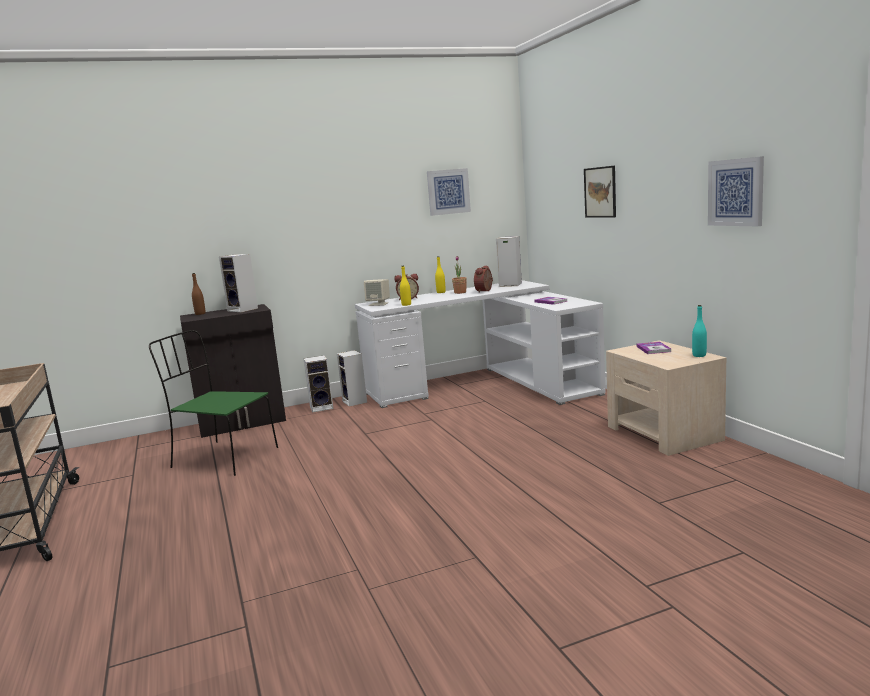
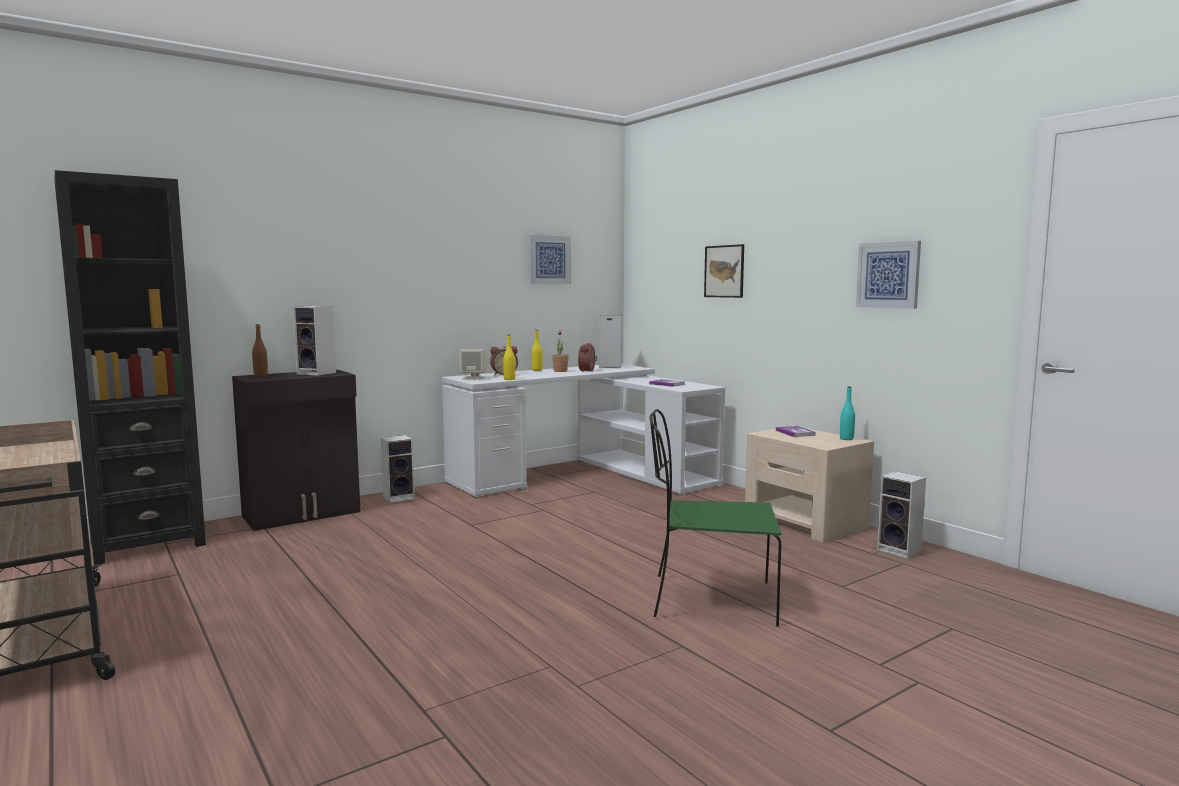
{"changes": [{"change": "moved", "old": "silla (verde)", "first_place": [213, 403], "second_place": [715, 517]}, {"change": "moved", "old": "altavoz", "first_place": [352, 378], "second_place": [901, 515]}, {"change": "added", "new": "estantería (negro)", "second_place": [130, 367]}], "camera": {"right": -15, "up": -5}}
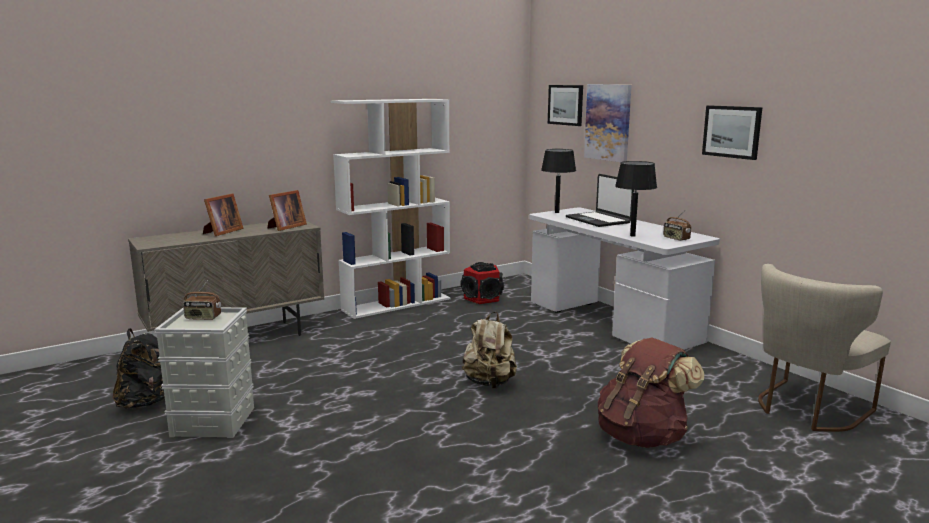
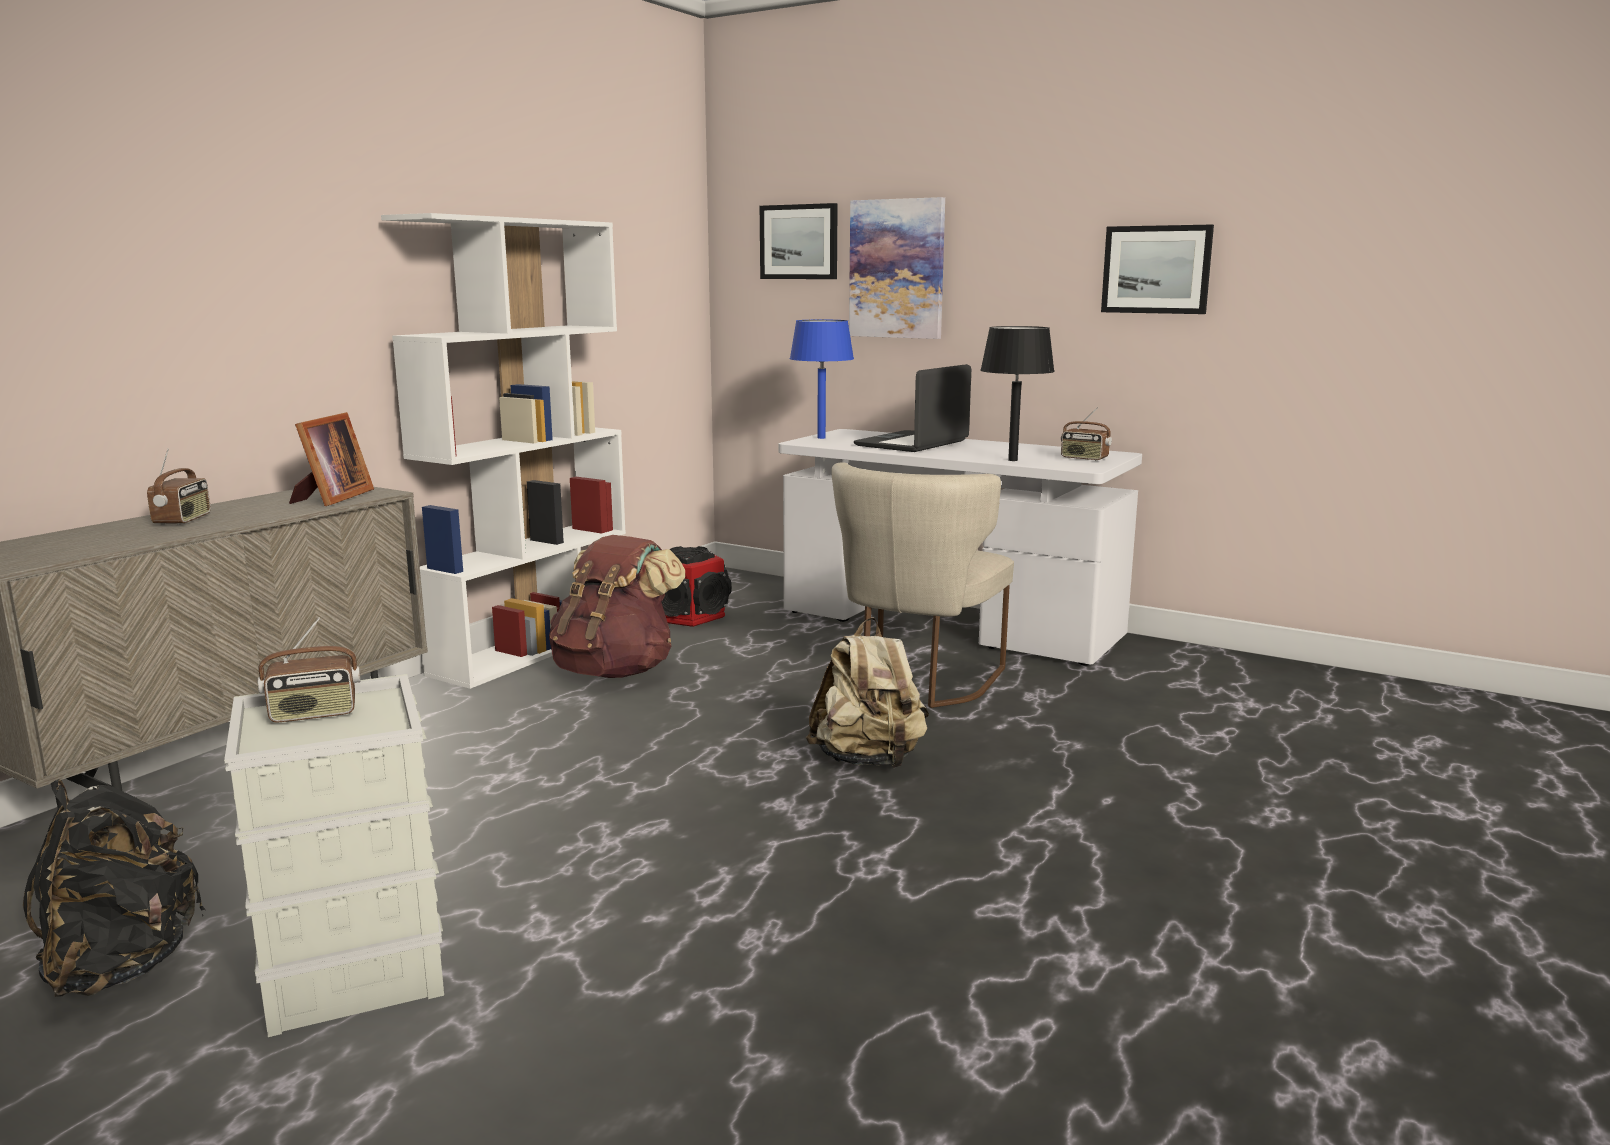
{"changes": [{"change": "recoloured", "old": "lámpara de mesa (negro)", "new": "lámpara de mesa (azul)", "first_place": [558, 181], "second_place": [822, 379]}, {"change": "turned", "old": "portátil", "first_place": [600, 200], "second_place": [912, 408], "degrees": 90}, {"change": "replaced", "old": "portarretratos", "new": "radio", "first_place": [223, 214], "second_place": [179, 486]}, {"change": "moved", "old": "silla (beis)", "first_place": [824, 348], "second_place": [923, 585]}, {"change": "moved", "old": "mochila (marrón)", "first_place": [651, 392], "second_place": [617, 606]}], "camera": {"right": -25, "up": 0}}
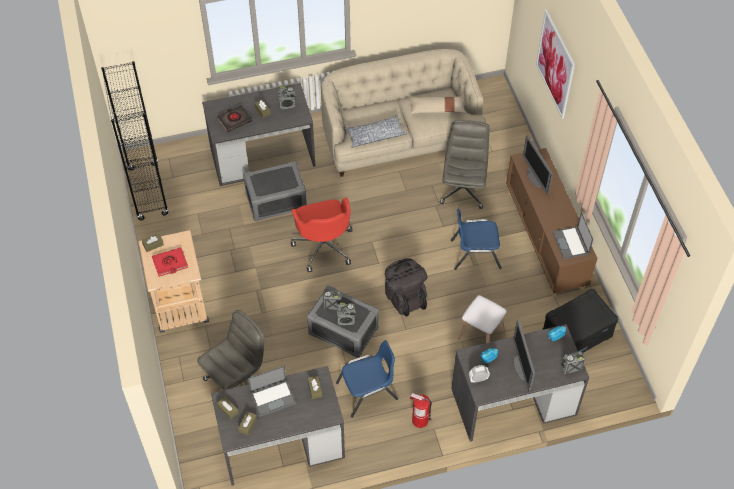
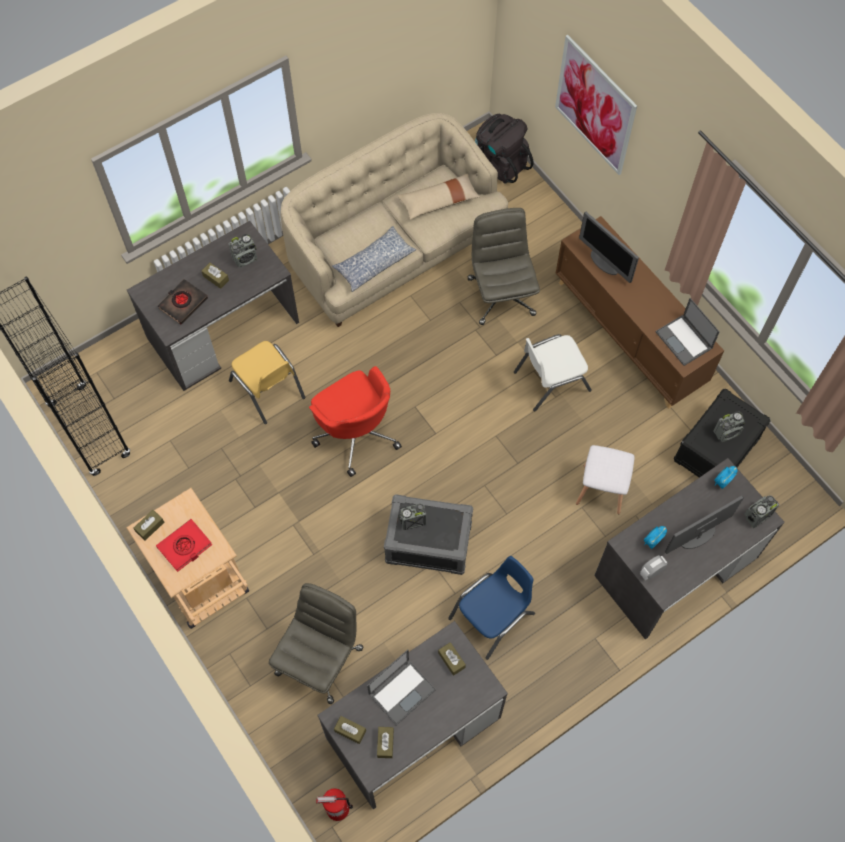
{"changes": [{"change": "replaced", "old": "caja de almacenaje (gris)", "new": "silla (amarillo)", "first_place": [275, 191], "second_place": [267, 382]}, {"change": "recoloured", "old": "silla (azul)", "new": "silla (blanco)", "first_place": [476, 239], "second_place": [553, 372]}, {"change": "moved", "old": "mochila (negro)", "first_place": [406, 287], "second_place": [504, 149]}, {"change": "moved", "old": "radio", "first_place": [346, 314], "second_place": [729, 426]}, {"change": "turned", "old": "monitor", "first_place": [524, 355], "second_place": [704, 525], "degrees": 90}, {"change": "moved", "old": "extintor", "first_place": [421, 410], "second_place": [334, 804]}], "camera": {"right": -20, "up": 10}}
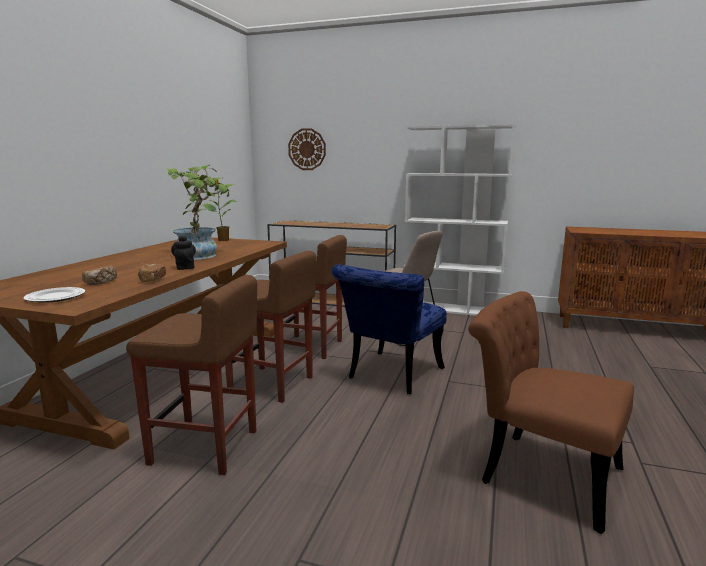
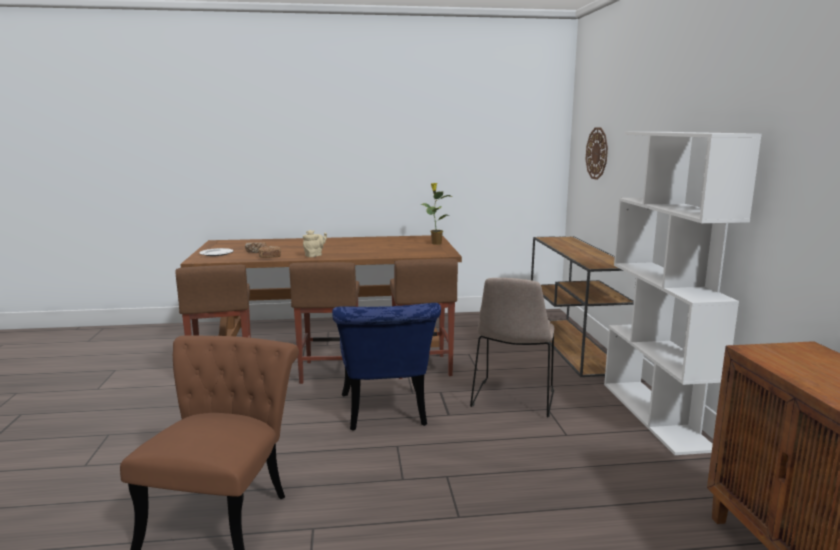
{"changes": [{"change": "removed", "old": "planta en maceta", "first_place": [201, 212]}, {"change": "recoloured", "old": "tetera (negro)", "new": "tetera (beis)", "first_place": [183, 252], "second_place": [315, 243]}, {"change": "turned", "old": "silla (azul)", "first_place": [389, 329], "second_place": [386, 367], "degrees": -105}], "camera": {"right": 65, "up": 0}}
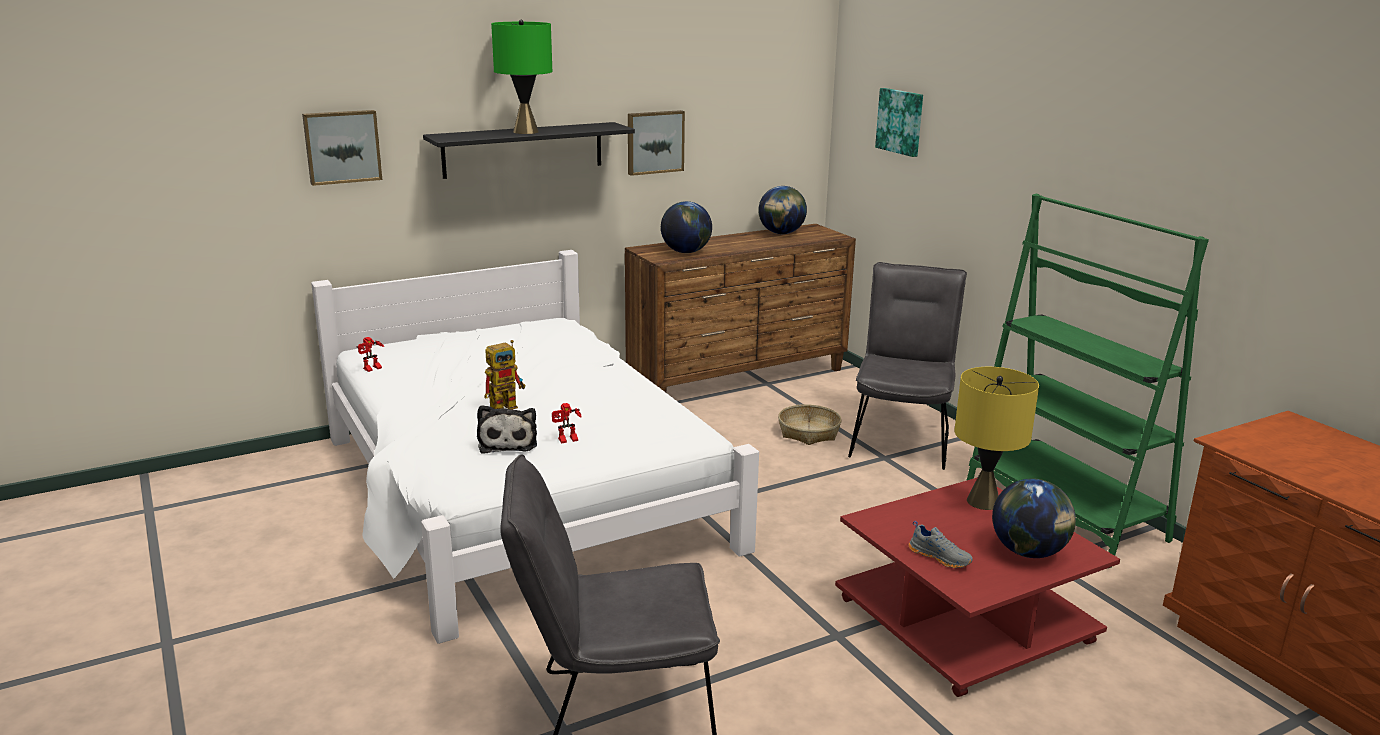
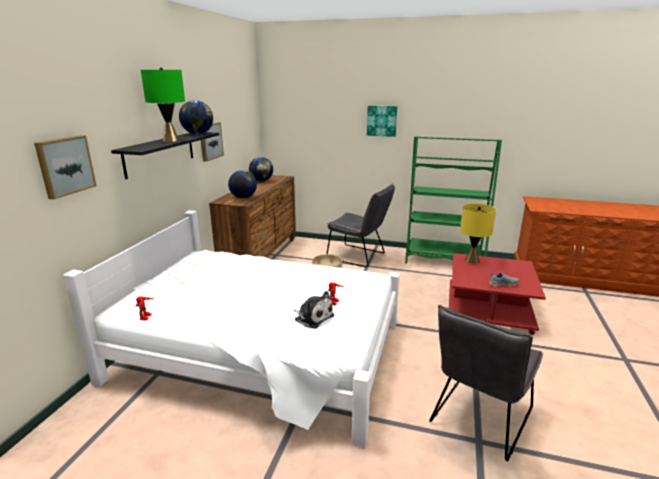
{"changes": [{"change": "moved", "old": "cuadro", "first_place": [899, 122], "second_place": [382, 121]}, {"change": "turned", "old": "silla (gris)", "first_place": [907, 366], "second_place": [361, 226], "degrees": 150}, {"change": "removed", "old": "robot de juguete", "first_place": [504, 374]}, {"change": "moved", "old": "globo terráqueo", "first_place": [1034, 518], "second_place": [196, 117]}], "camera": {"right": -45, "up": 0}}
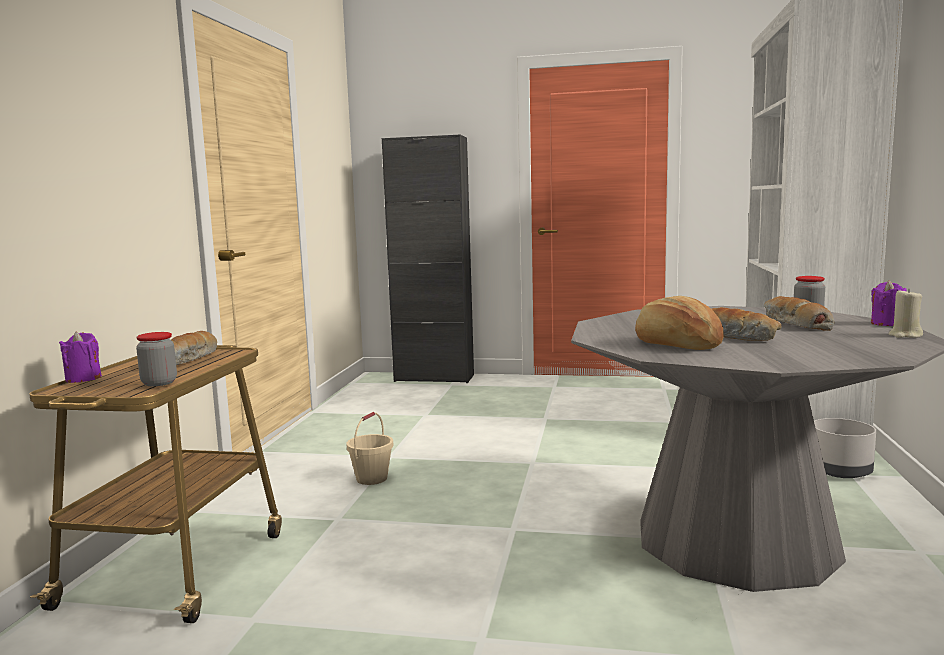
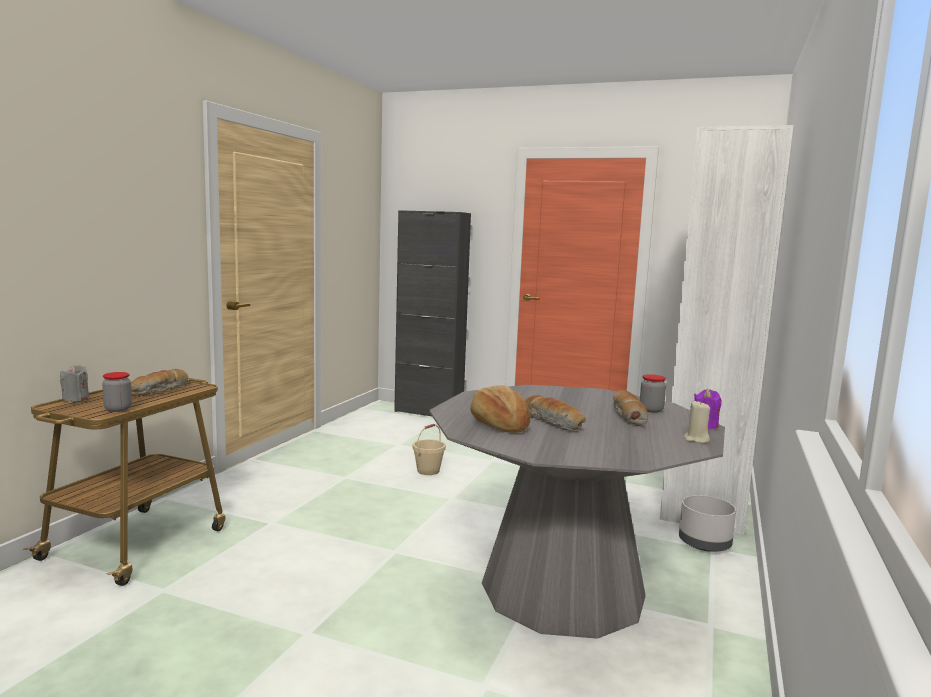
{"changes": [{"change": "recoloured", "old": "vela (morado)", "new": "vela (gris)", "first_place": [80, 357], "second_place": [74, 383]}, {"change": "moved", "old": "cubo (beis)", "first_place": [369, 448], "second_place": [429, 449]}], "camera": {"right": 10, "up": 0}}
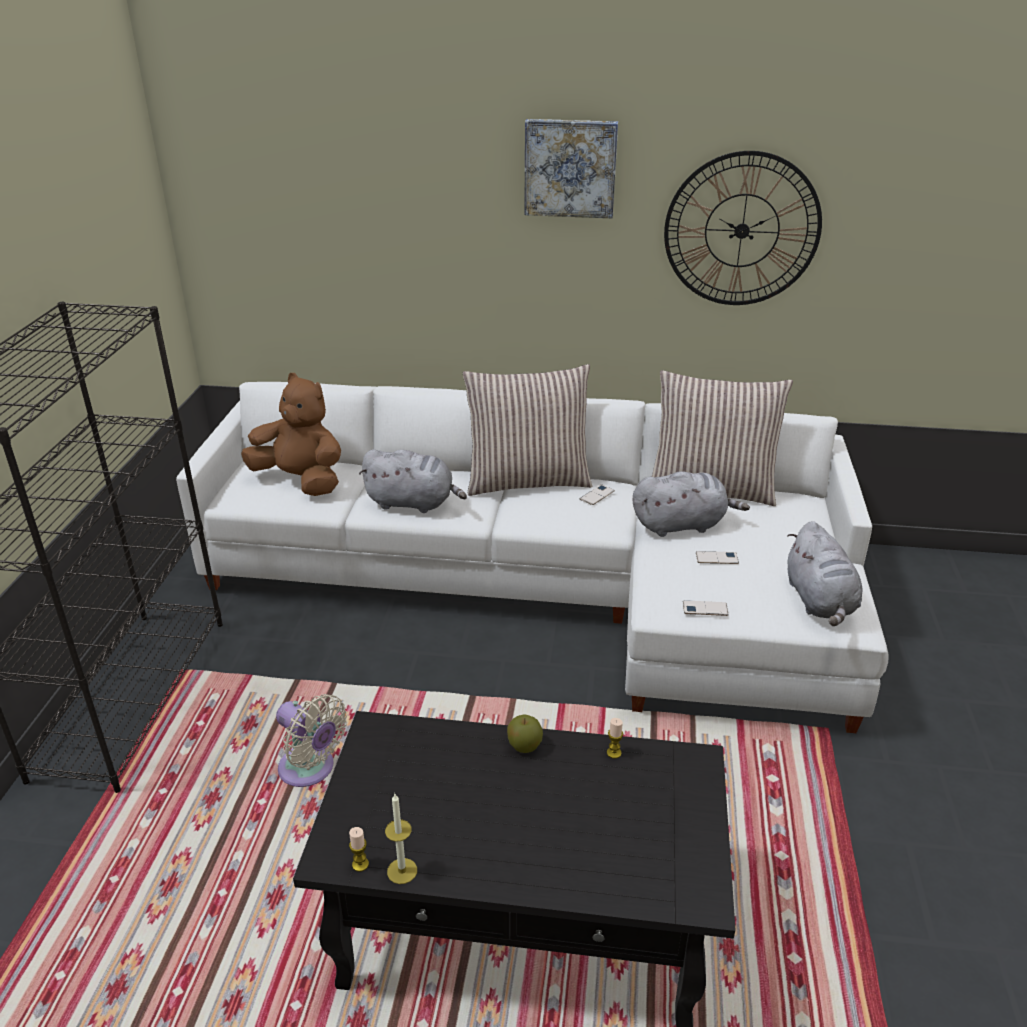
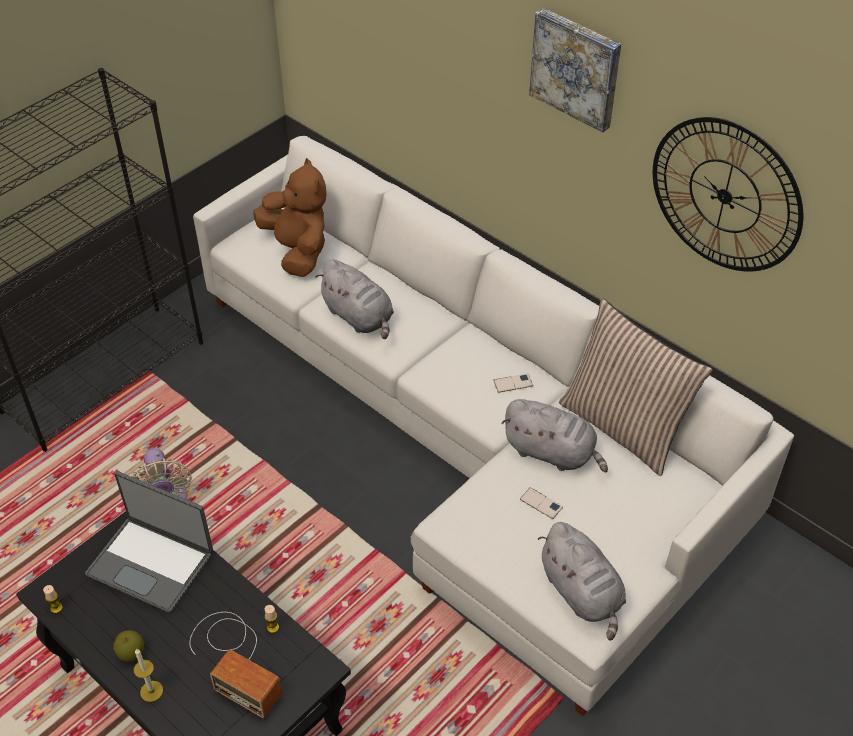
{"changes": [{"change": "removed", "old": "cojín", "first_place": [527, 430]}, {"change": "turned", "old": "peluche (gris)", "first_place": [825, 573], "second_place": [582, 581], "degrees": -60}, {"change": "removed", "old": "móvil", "first_place": [706, 608]}, {"change": "moved", "old": "manzana", "first_place": [525, 733], "second_place": [128, 646]}, {"change": "moved", "old": "vela", "first_place": [401, 839], "second_place": [148, 675]}, {"change": "added", "new": "portátil", "second_place": [149, 542]}, {"change": "added", "new": "radio", "second_place": [235, 665]}], "camera": {"right": 35, "up": 15}}
